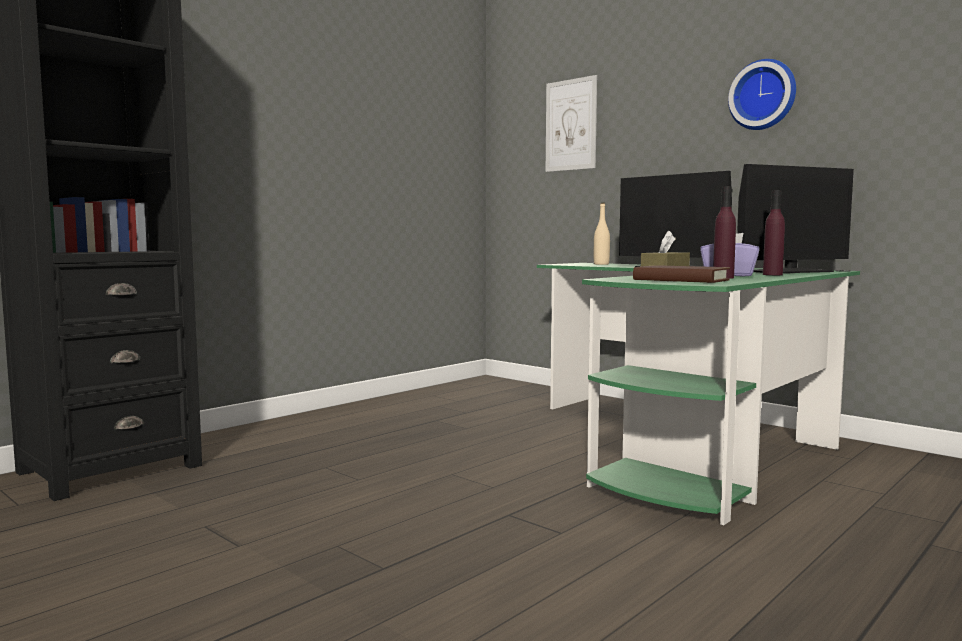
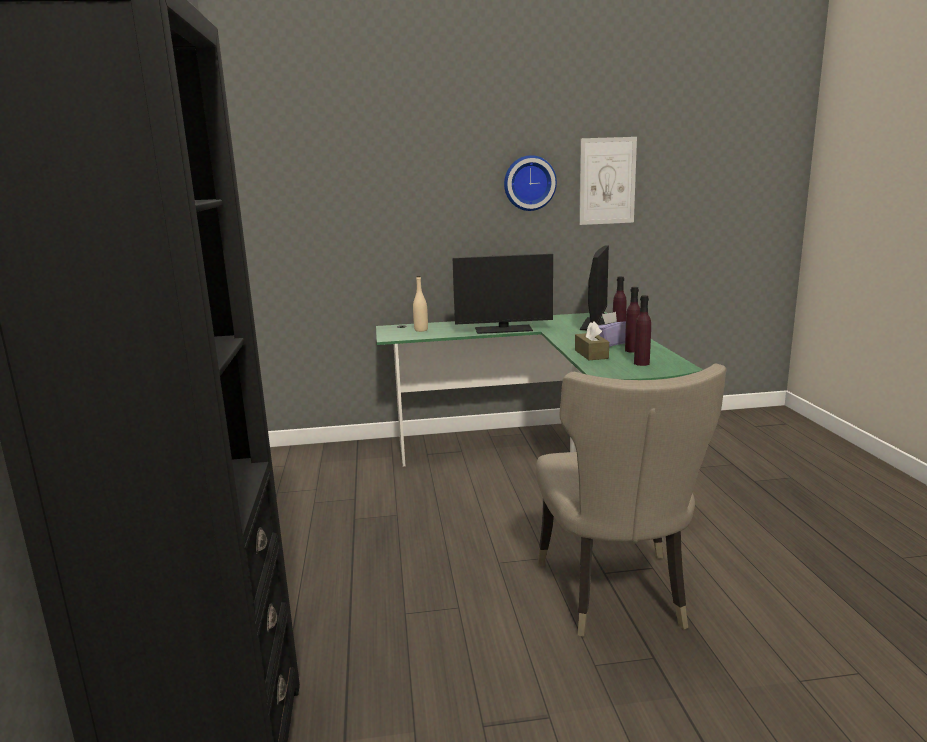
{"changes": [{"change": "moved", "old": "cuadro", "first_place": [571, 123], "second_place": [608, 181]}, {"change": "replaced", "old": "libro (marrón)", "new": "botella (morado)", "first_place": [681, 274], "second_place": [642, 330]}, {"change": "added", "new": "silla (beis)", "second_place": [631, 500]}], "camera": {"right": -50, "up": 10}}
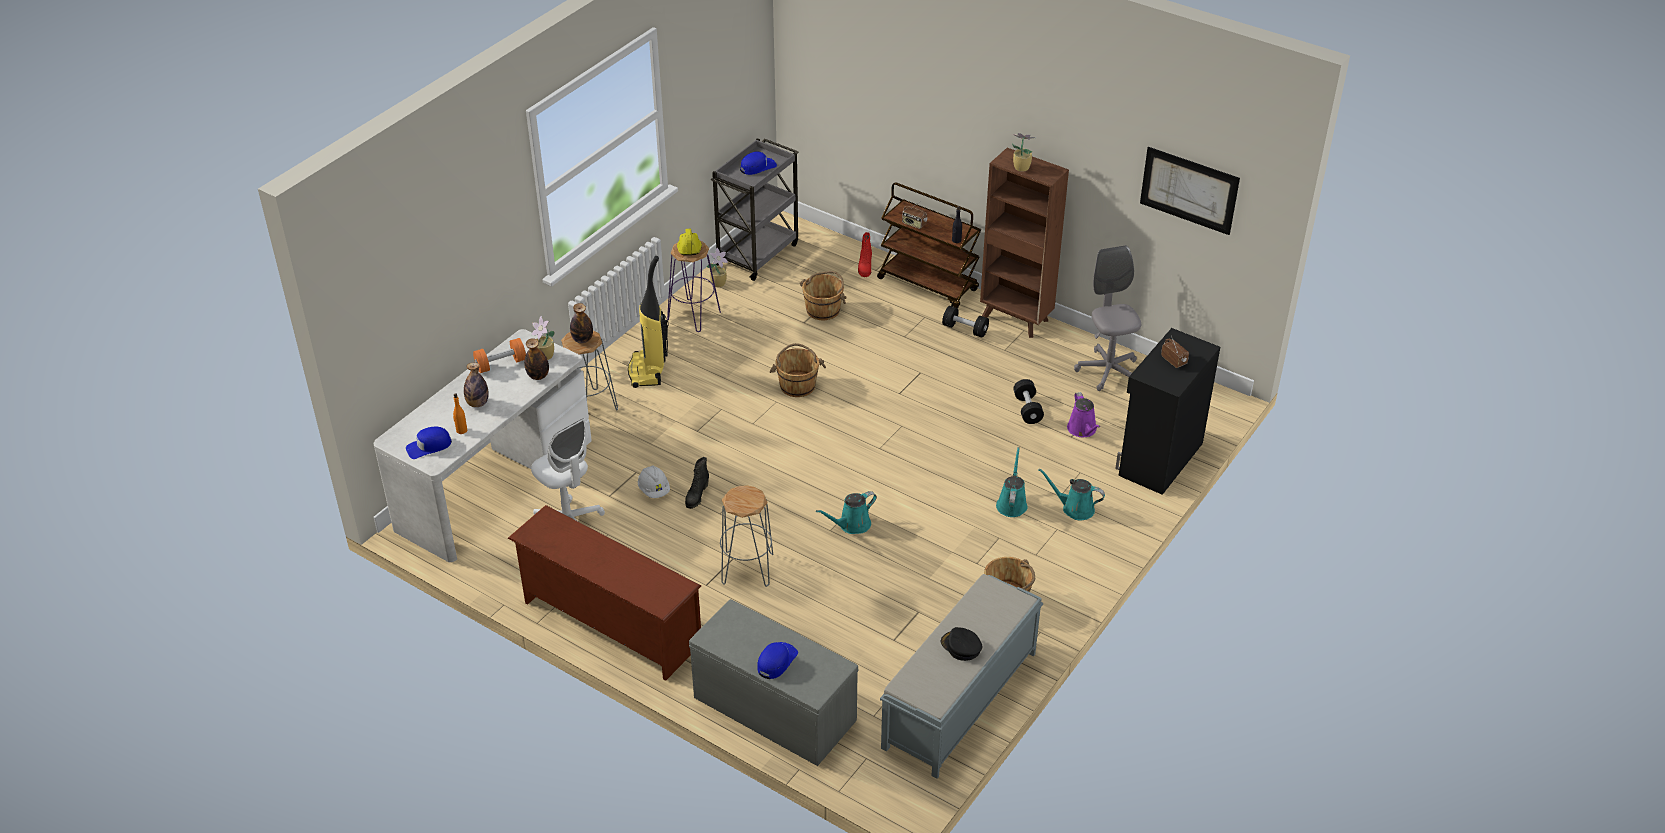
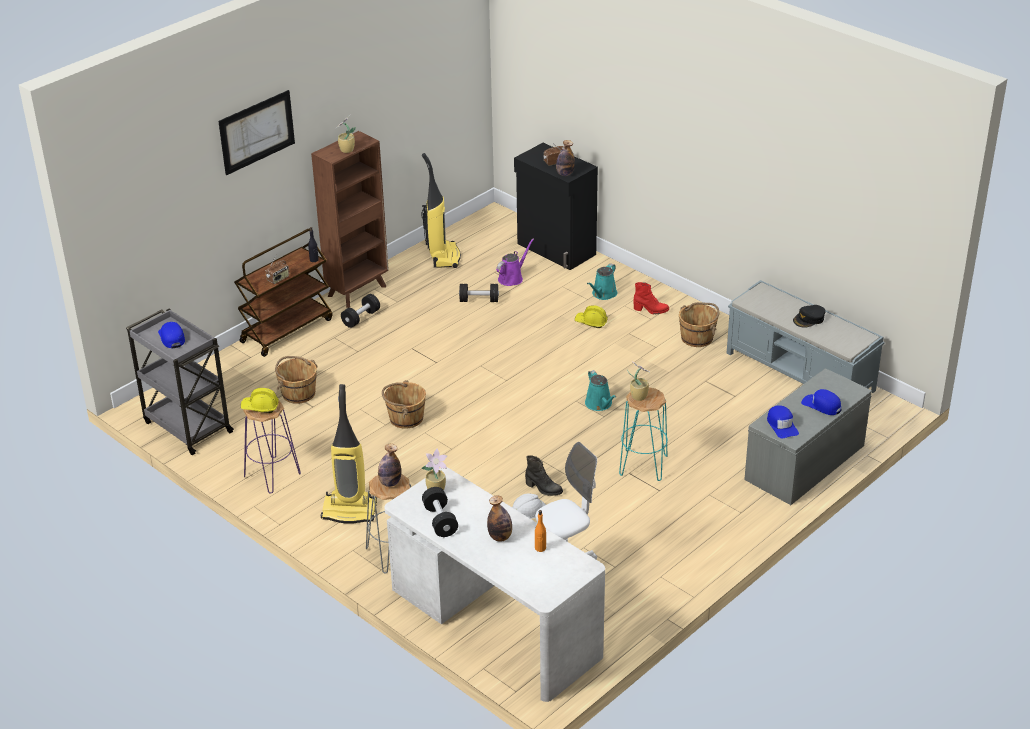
{"changes": [{"change": "moved", "old": "cuadro", "first_place": [1190, 191], "second_place": [256, 132]}, {"change": "moved", "old": "bota (rojo)", "first_place": [865, 254], "second_place": [651, 298]}, {"change": "replaced", "old": "silla de oficina (gris)", "new": "aspiradora", "first_place": [1107, 318], "second_place": [441, 210]}, {"change": "moved", "old": "planta en maceta", "first_place": [717, 267], "second_place": [638, 381]}, {"change": "recoloured", "old": "mancuerna (naranja)", "new": "mancuerna (negro)", "first_place": [499, 355], "second_place": [440, 512]}, {"change": "moved", "old": "botella", "first_place": [536, 359], "second_place": [565, 158]}, {"change": "turned", "old": "regadera (morado)", "first_place": [1083, 414], "second_place": [515, 262], "degrees": -45}, {"change": "moved", "old": "gorra (azul)", "first_place": [429, 443], "second_place": [783, 421]}, {"change": "replaced", "old": "regadera (turquesa)", "new": "casco (amarillo)", "first_place": [1012, 482], "second_place": [591, 316]}, {"change": "recoloured", "old": "taburete (gris)", "new": "taburete (turquesa)", "first_place": [746, 536], "second_place": [643, 434]}, {"change": "removed", "old": "zapatero (marrón)", "first_place": [604, 593]}], "camera": {"right": -80, "up": -5}}
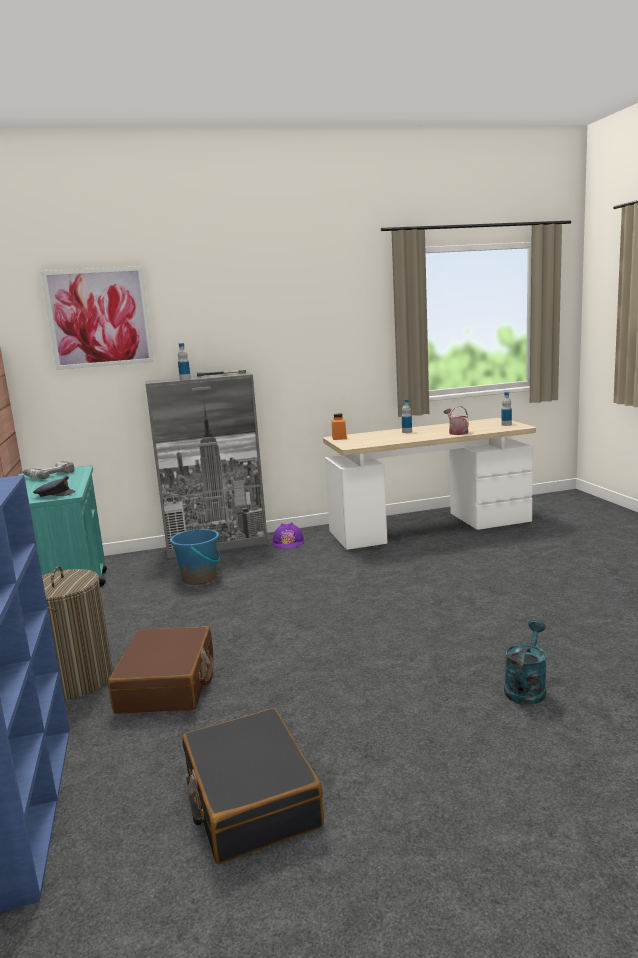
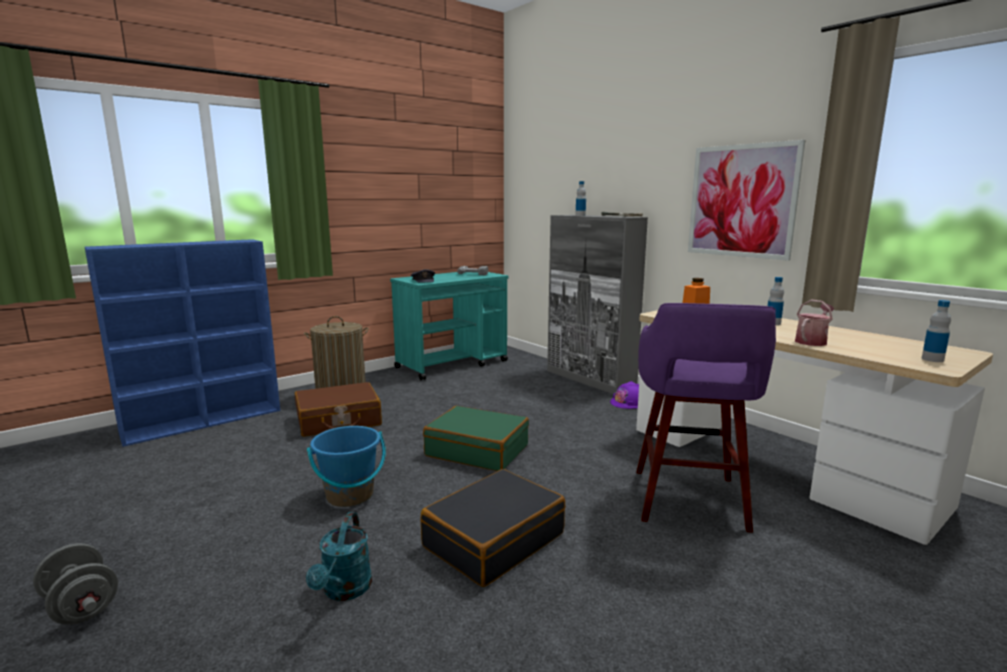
{"changes": [{"change": "moved", "old": "cuadro", "first_place": [97, 318], "second_place": [746, 200]}, {"change": "moved", "old": "cubo (azul)", "first_place": [195, 557], "second_place": [346, 466]}, {"change": "turned", "old": "regadera (turquesa)", "first_place": [525, 662], "second_place": [339, 556], "degrees": 90}, {"change": "moved", "old": "maleta (negro)", "first_place": [253, 786], "second_place": [493, 528]}, {"change": "added", "new": "taburete (morado)", "second_place": [706, 418]}, {"change": "added", "new": "maleta (verde)", "second_place": [476, 438]}, {"change": "added", "new": "mancuerna (gris)", "second_place": [75, 584]}], "camera": {"right": 65, "up": 0}}
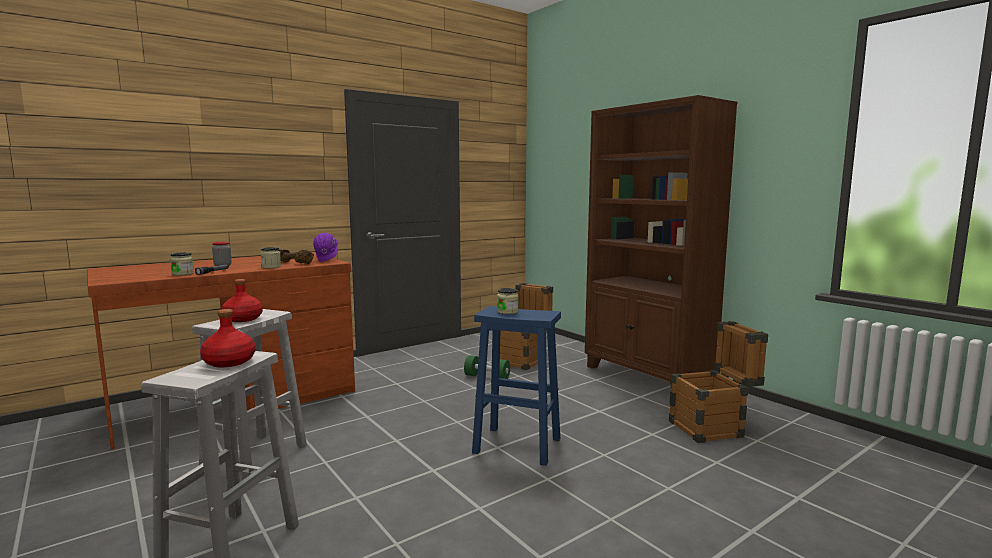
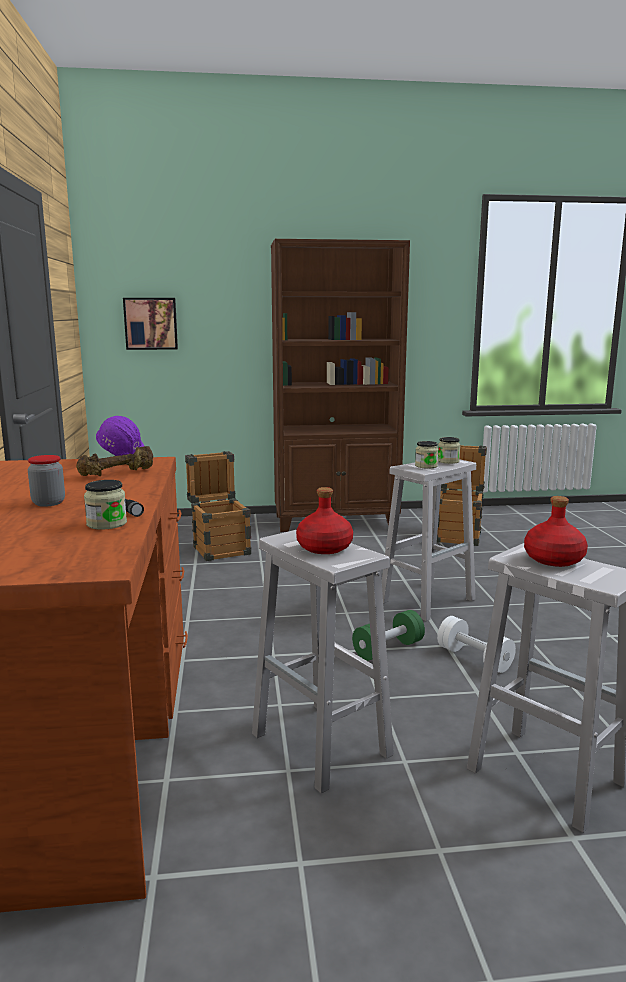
{"changes": [{"change": "moved", "old": "tarro", "first_place": [271, 257], "second_place": [449, 450]}, {"change": "recoloured", "old": "taburete (azul)", "new": "taburete (blanco)", "first_place": [516, 386], "second_place": [429, 540]}, {"change": "moved", "old": "mancuerna (verde)", "first_place": [487, 367], "second_place": [388, 635]}, {"change": "added", "new": "cuadro", "second_place": [150, 324]}, {"change": "added", "new": "mancuerna (blanco)", "second_place": [476, 644]}], "camera": {"right": -60, "up": 5}}
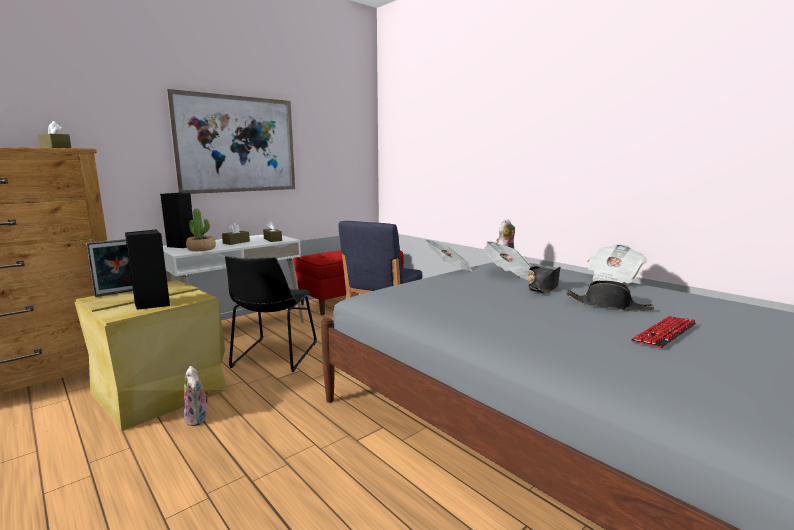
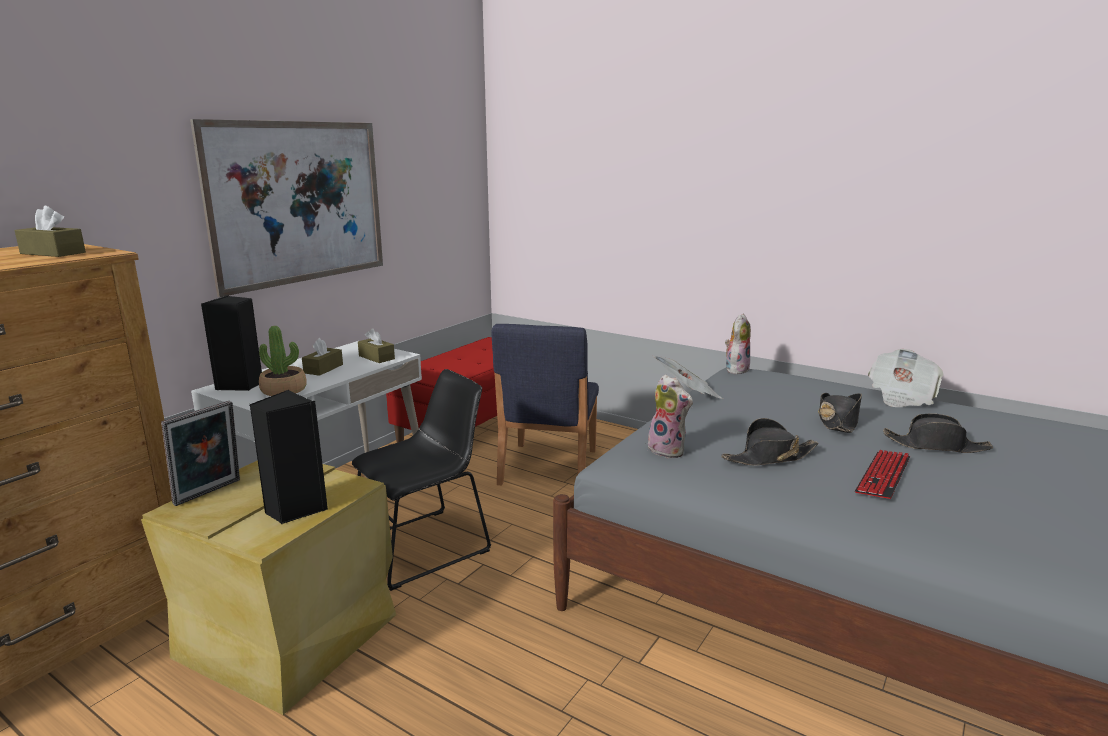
{"changes": [{"change": "removed", "old": "periódico", "first_place": [507, 260]}, {"change": "turned", "old": "silla (negro)", "first_place": [271, 314], "second_place": [421, 480], "degrees": -120}, {"change": "moved", "old": "teclado", "first_place": [663, 332], "second_place": [882, 474]}, {"change": "moved", "old": "peluche", "first_place": [196, 396], "second_place": [670, 416]}, {"change": "added", "new": "sombrero (negro)", "second_place": [770, 442]}], "camera": {"right": -15, "up": 5}}
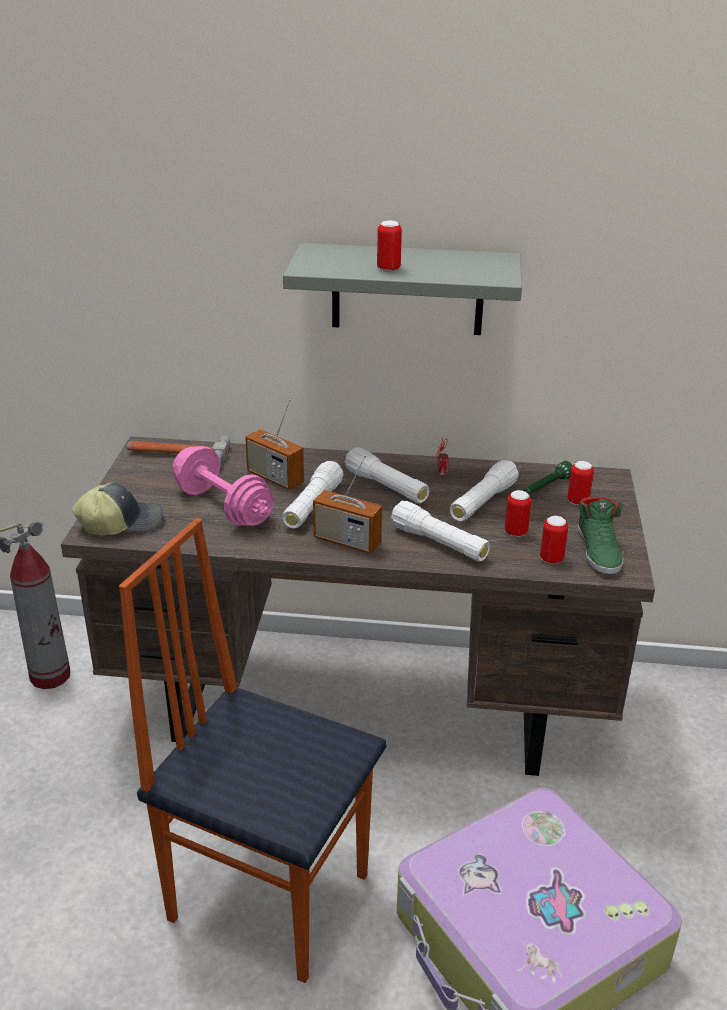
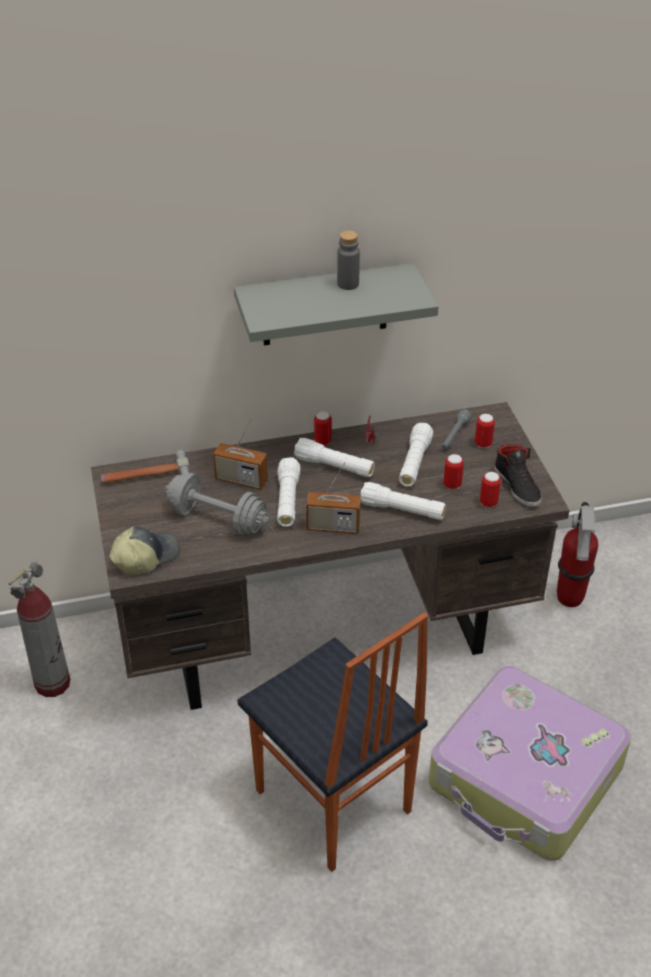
{"changes": [{"change": "moved", "old": "lata", "first_place": [389, 246], "second_place": [323, 428]}, {"change": "recoloured", "old": "mancuerna (rosa)", "new": "mancuerna (gris)", "first_place": [223, 486], "second_place": [217, 504]}, {"change": "recoloured", "old": "linterna (verde)", "new": "linterna (gris)", "first_place": [548, 478], "second_place": [456, 429]}, {"change": "recoloured", "old": "zapato (verde)", "new": "zapato (negro)", "first_place": [600, 535], "second_place": [518, 475]}, {"change": "turned", "old": "silla", "first_place": [253, 750], "second_place": [332, 742], "degrees": -135}, {"change": "added", "new": "botella (gris)", "second_place": [348, 260]}, {"change": "added", "new": "extintor", "second_place": [577, 554]}], "camera": {"right": -20, "up": 10}}
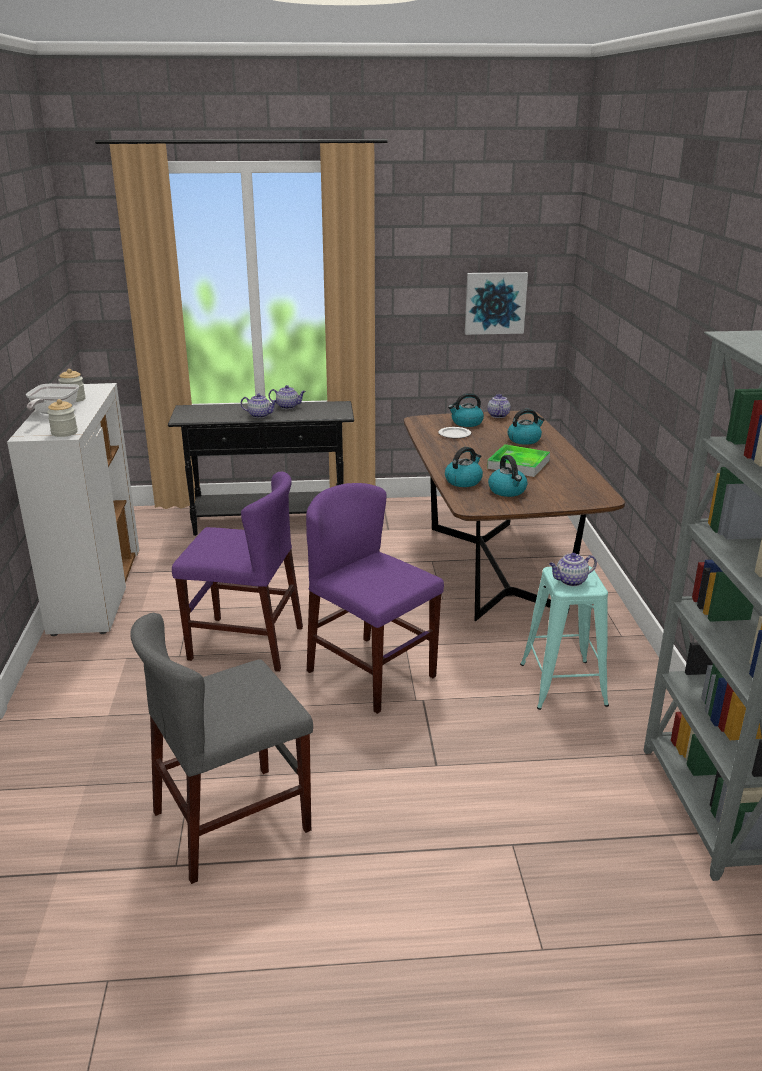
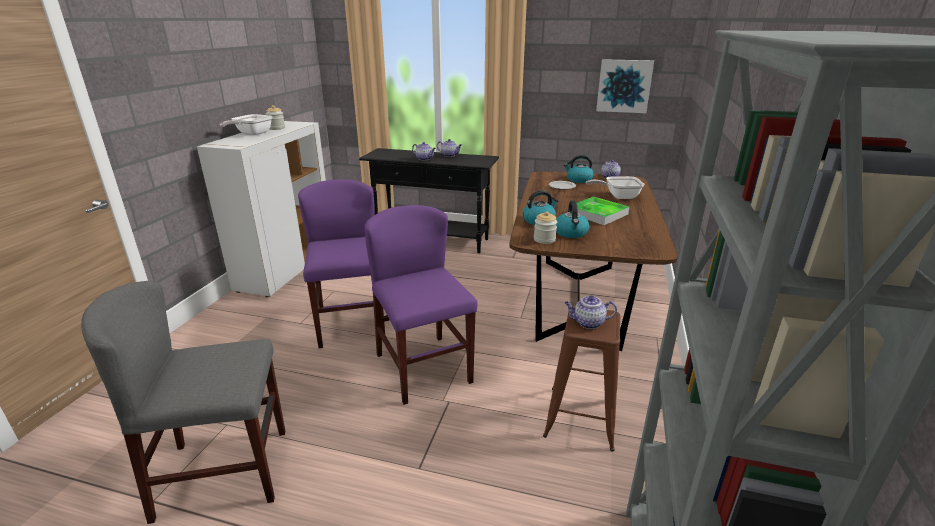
{"changes": [{"change": "moved", "old": "tarro", "first_place": [62, 418], "second_place": [545, 227]}, {"change": "replaced", "old": "hervidor", "new": "sartén", "first_place": [526, 427], "second_place": [615, 187]}, {"change": "turned", "old": "silla (morado)", "first_place": [237, 572], "second_place": [341, 263], "degrees": -135}, {"change": "recoloured", "old": "taburete (turquesa)", "new": "taburete (marrón)", "first_place": [564, 638], "second_place": [582, 378]}], "camera": {"right": 20, "up": 0}}
